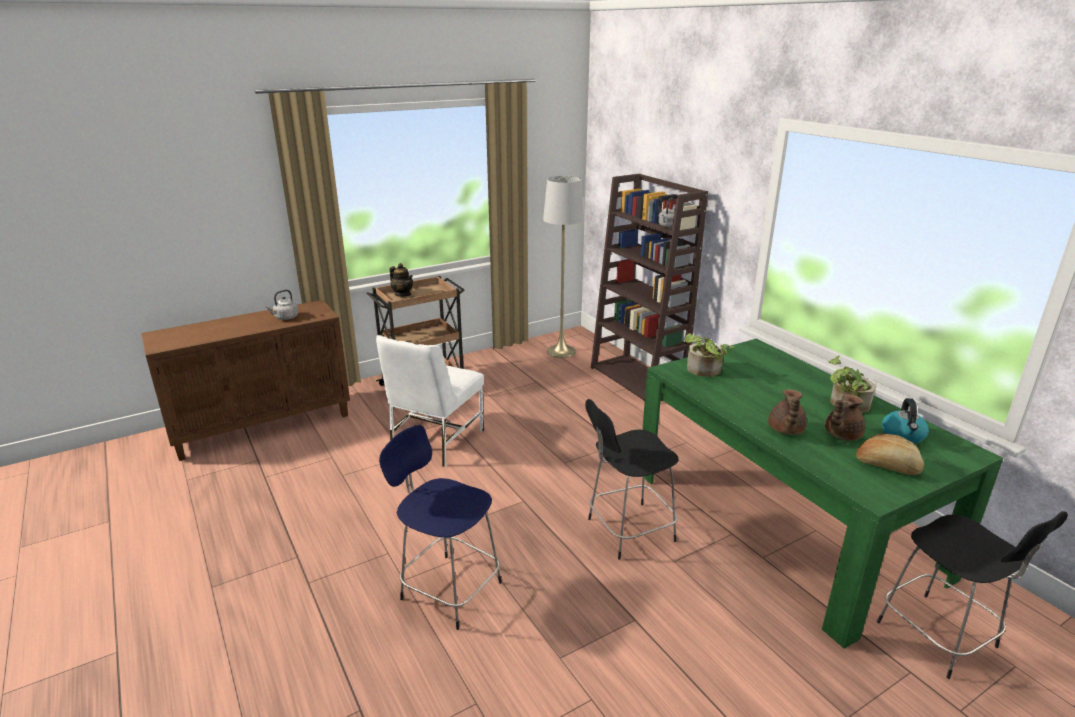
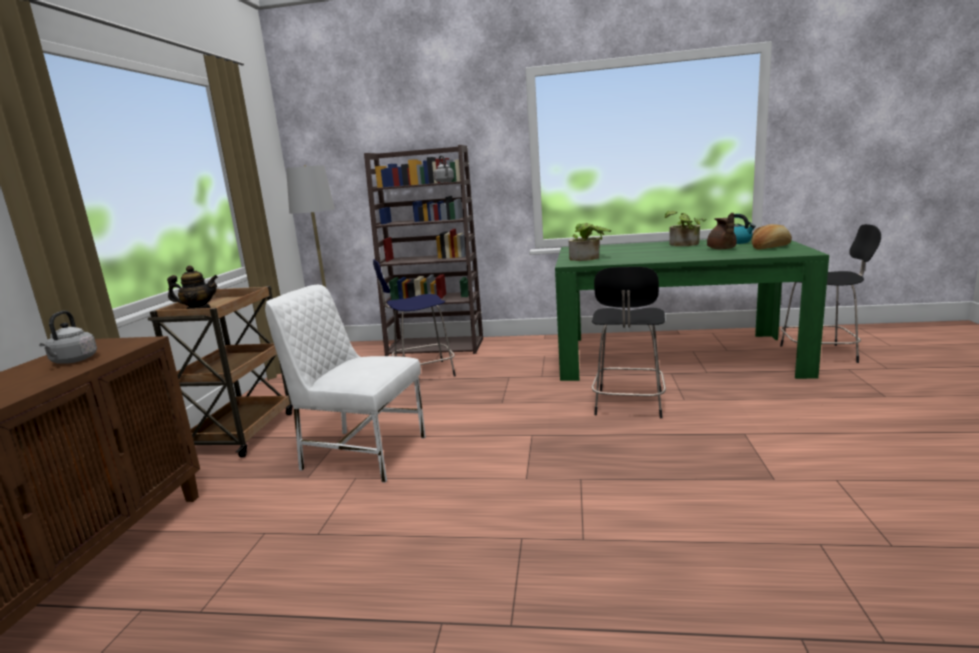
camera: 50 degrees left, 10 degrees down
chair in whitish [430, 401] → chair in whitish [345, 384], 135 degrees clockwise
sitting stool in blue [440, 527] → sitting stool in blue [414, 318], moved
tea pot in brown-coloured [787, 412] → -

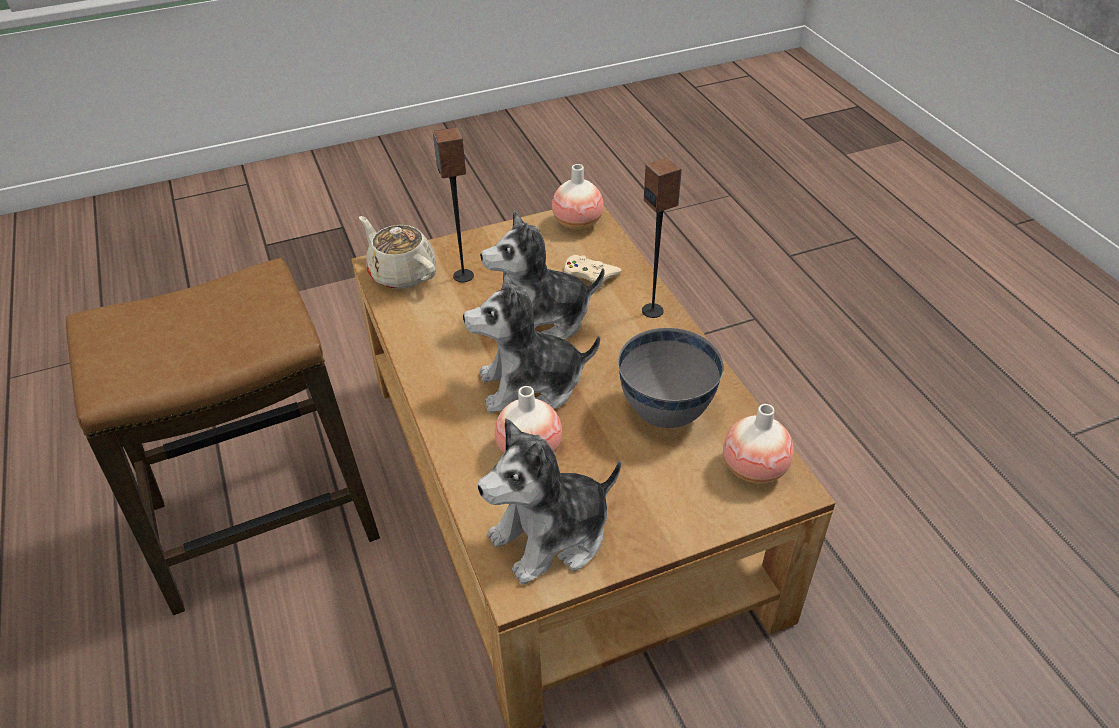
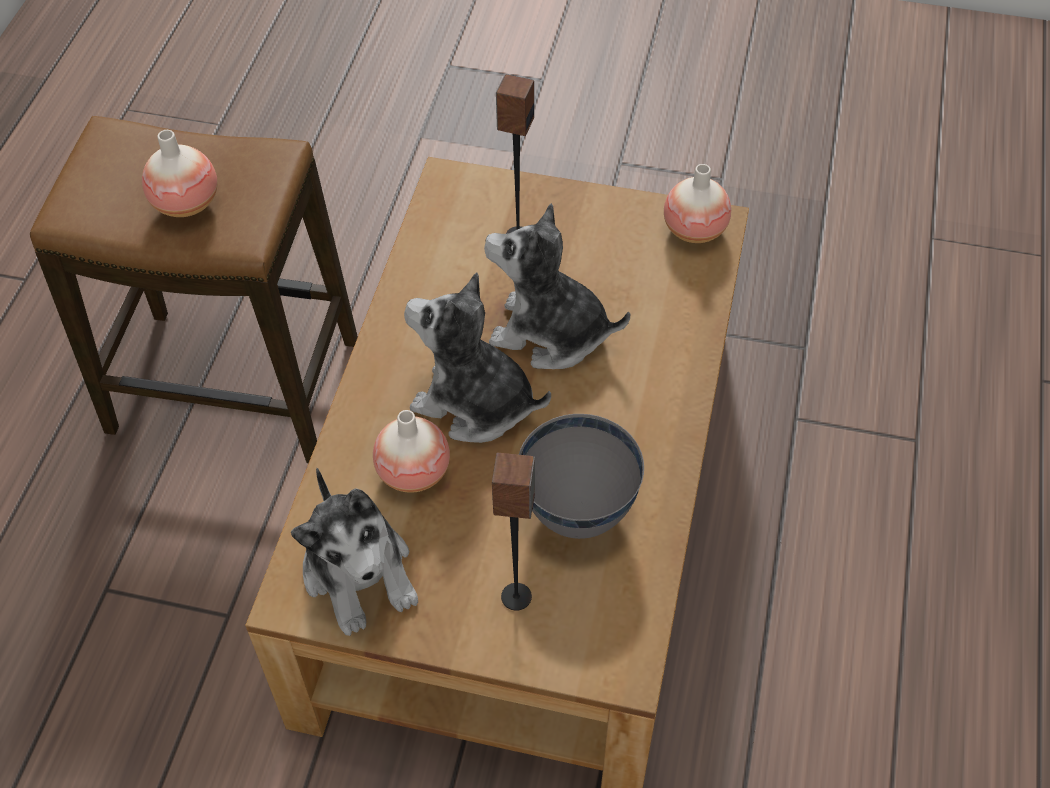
camera: 35 degrees right, 10 degrees up
tea pot in beige [397, 252] → -
plush toy [549, 502] → plush toy [354, 552], 120 degrees counterclockwise
gamepad in beige [593, 273] → -
loudspeaker [662, 238] → loudspeaker [513, 532], moved
decorative vase [758, 444] → decorative vase [180, 173], moved

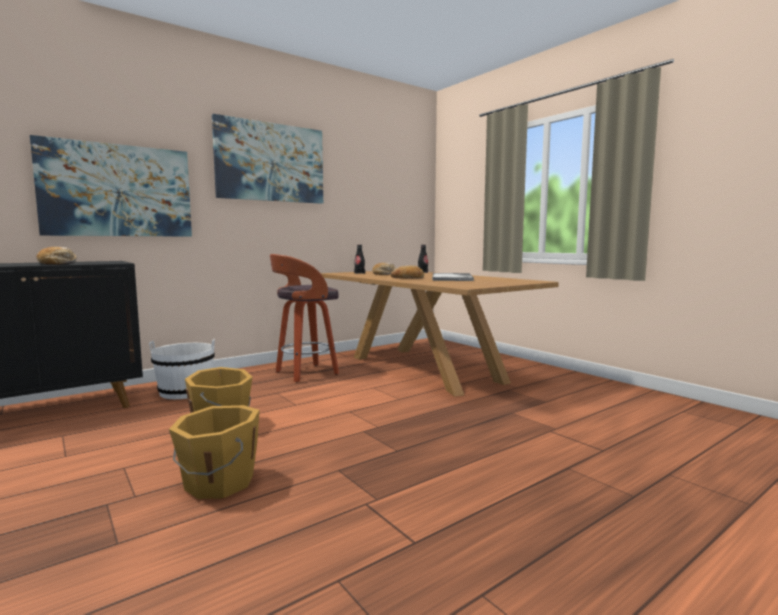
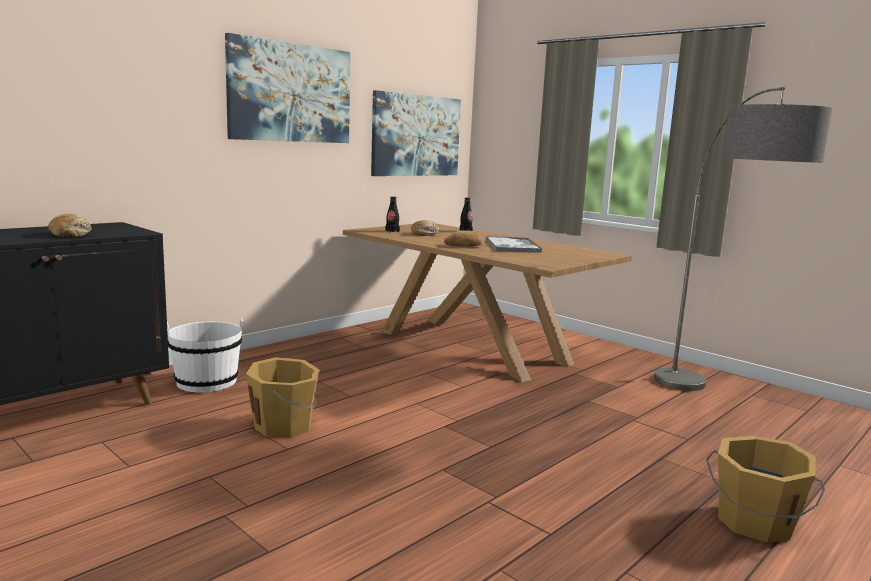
camera: 10 degrees left, 5 degrees up
wall picture [111, 186] → wall picture [416, 133], moved
pail in orange-coloured [214, 452] → pail in orange-coloured [765, 489], moved
sitting stool [304, 318] → -
- → floor lamp [743, 239]

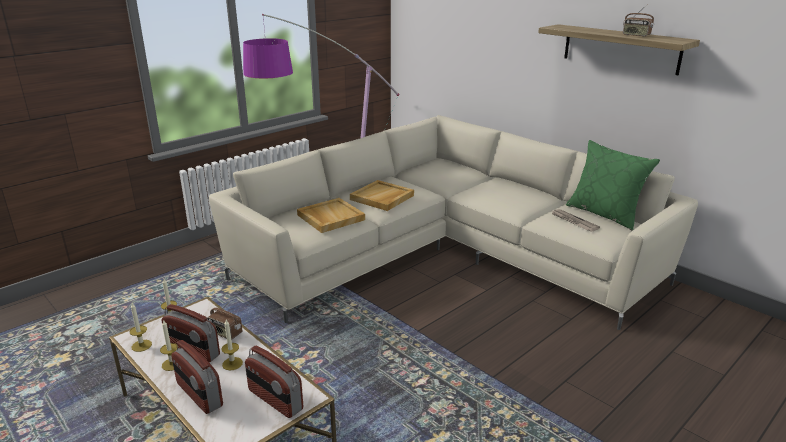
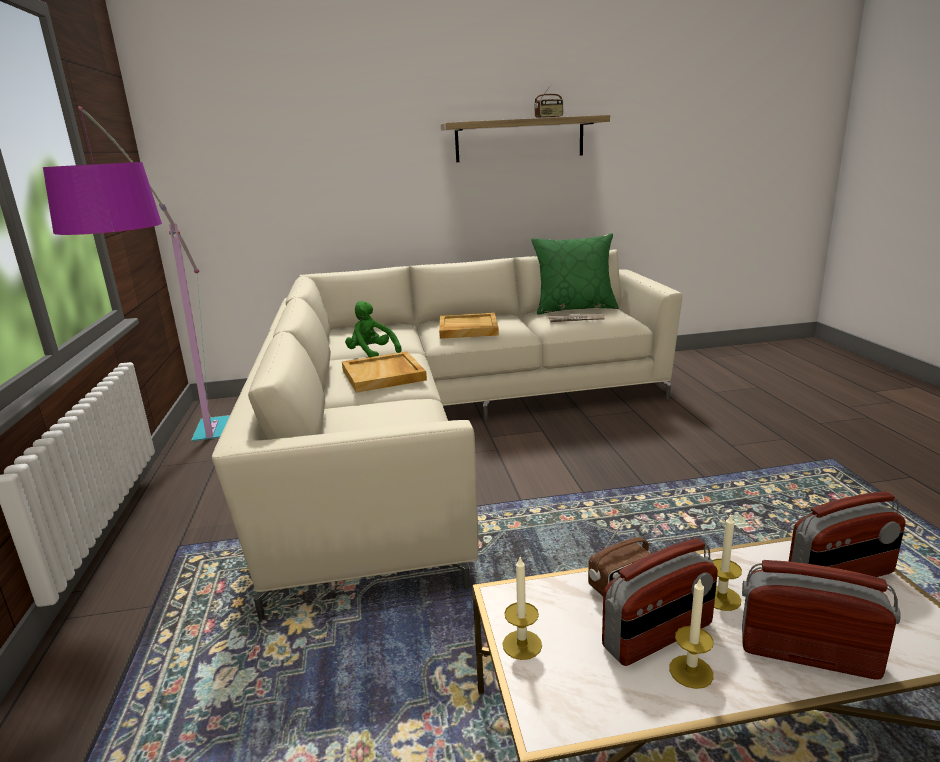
camera: 55 degrees left, 5 degrees down
wax candle [141, 327] → -
radio [197, 377] → radio [821, 620], 150 degrees counterclockwise
serving tray in beige [331, 215] → serving tray in beige [469, 326], moved
- → plush toy in green [373, 329]

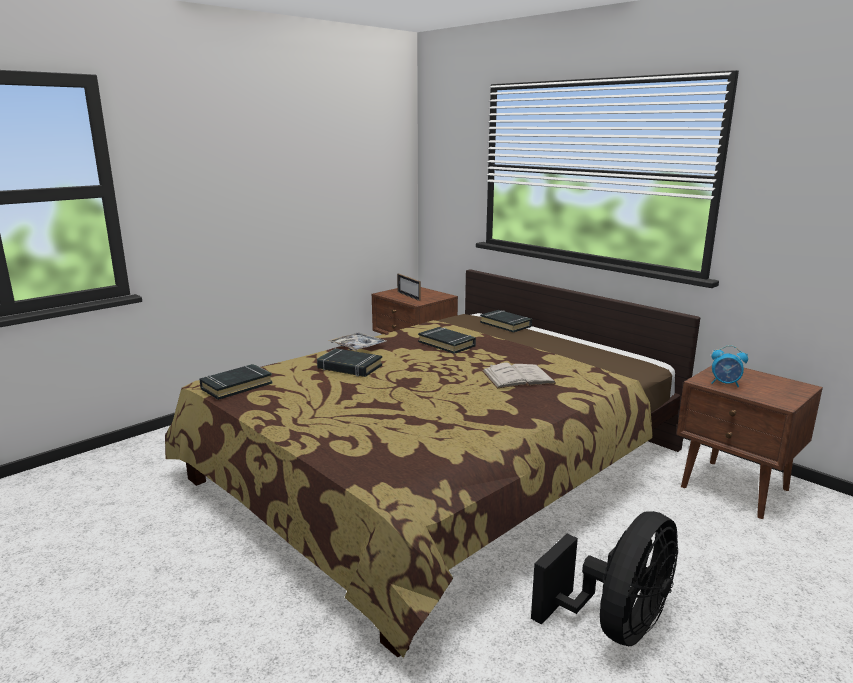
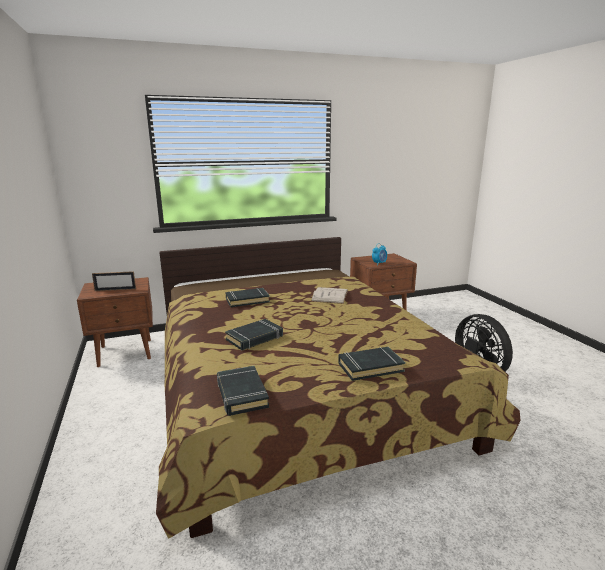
camera: 65 degrees left, 0 degrees up
serving tray [357, 342] → -
volume in black [506, 321] → volume in black [371, 364], moved

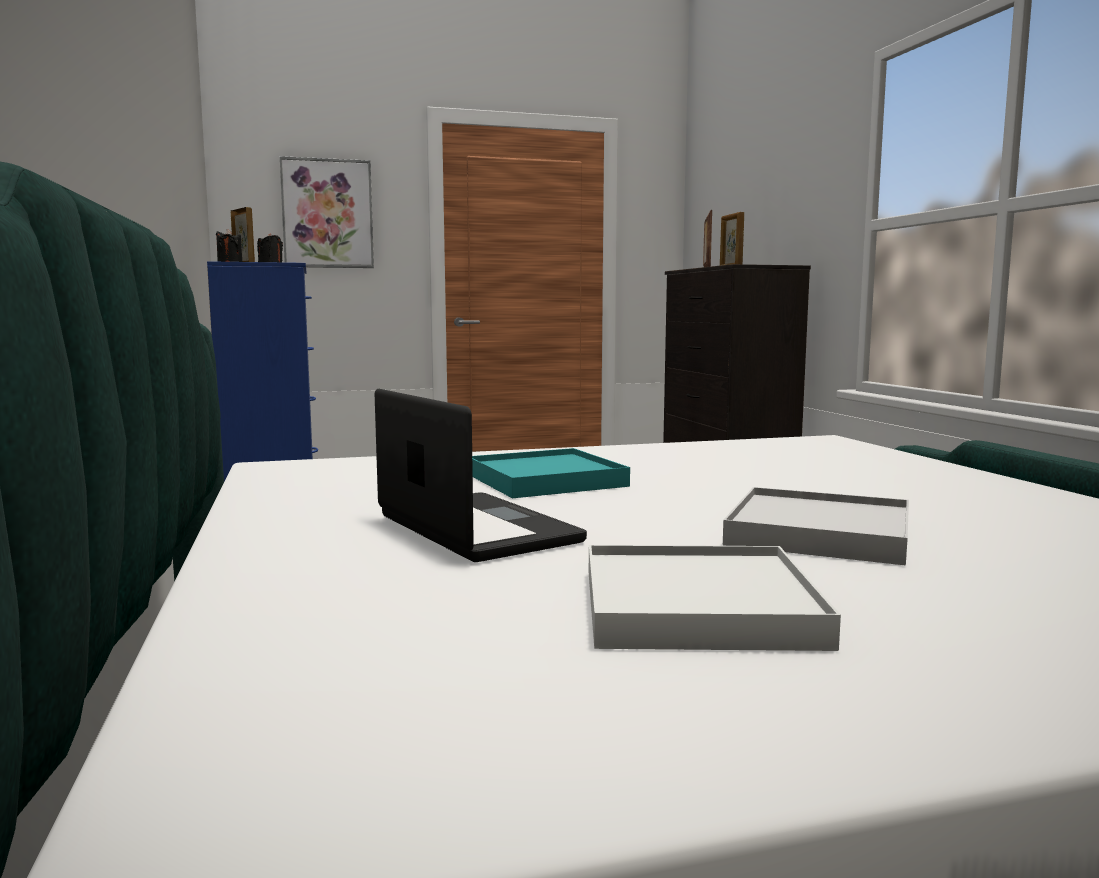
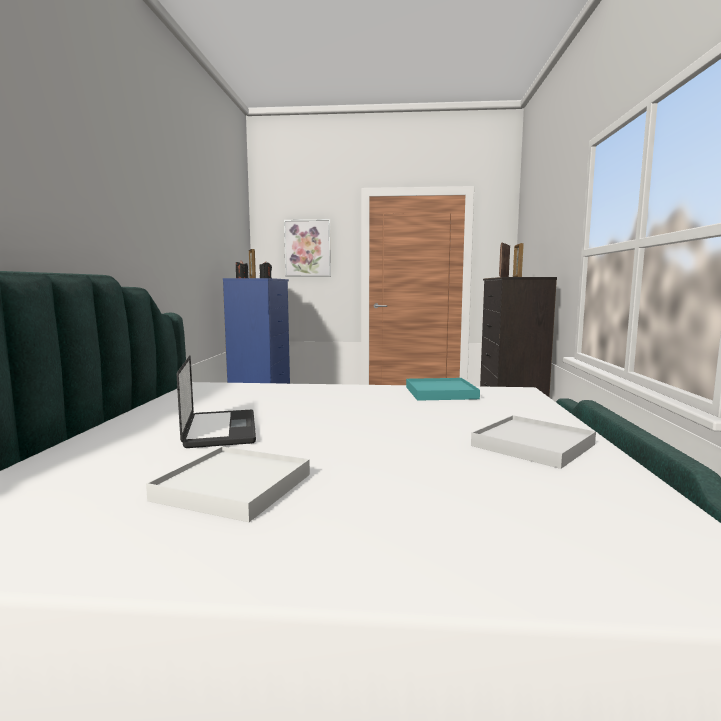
camera: 20 degrees right, 0 degrees up
serving tray in turquoise-coloured [551, 473] → serving tray in turquoise-coloured [443, 389], moved
serving tray in whitish [816, 526] → serving tray in whitish [533, 442], moved

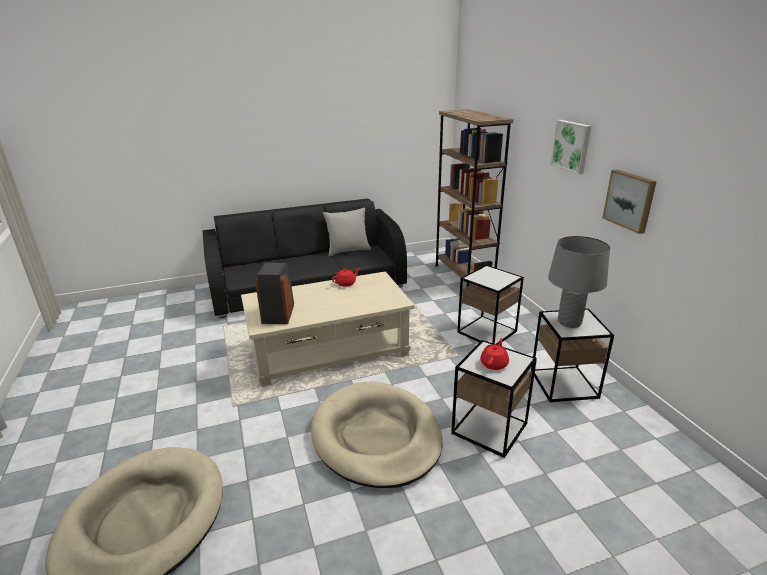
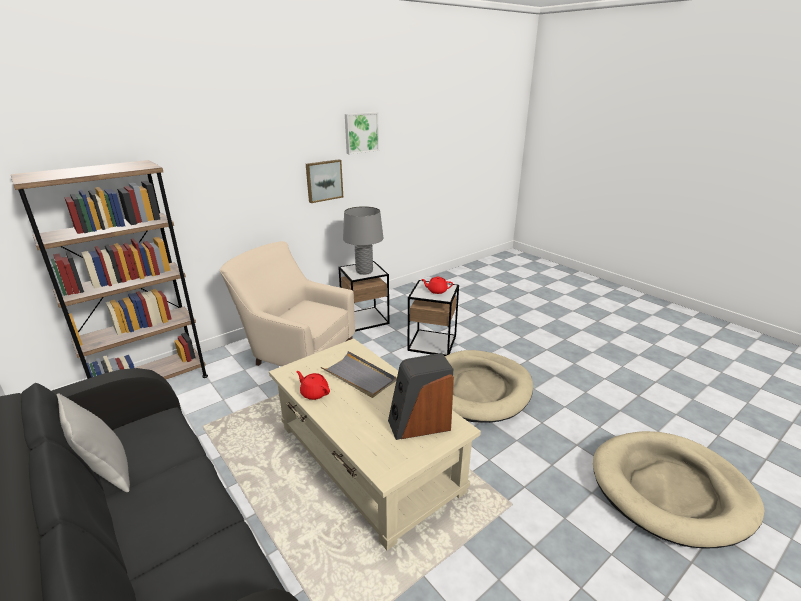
camera: 110 degrees left, 0 degrees up
side table [490, 305] → armchair in beige [287, 303]
wall picture [570, 147] → wall picture [362, 133], moved
- → serving tray in grey [358, 374]

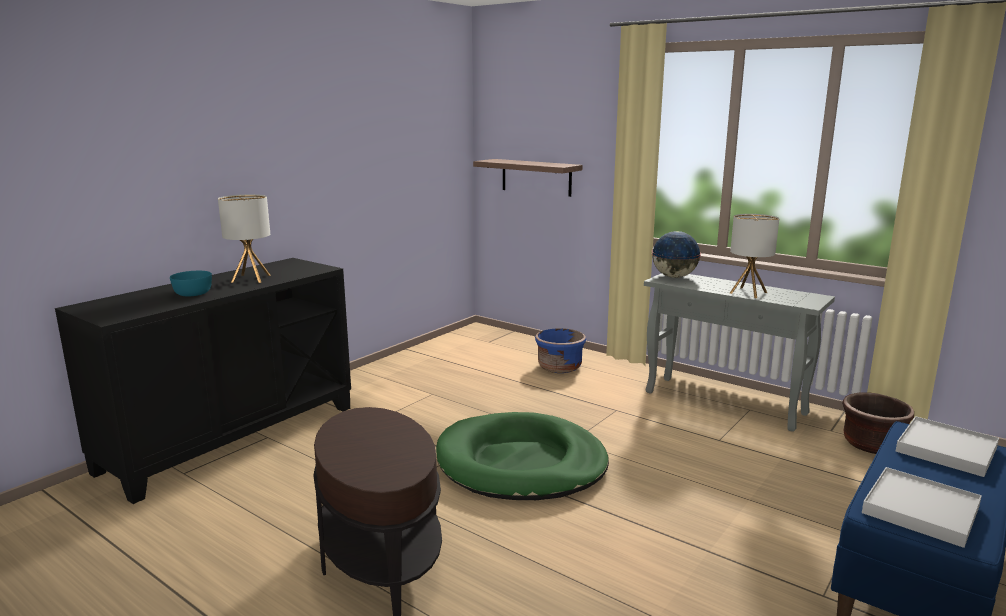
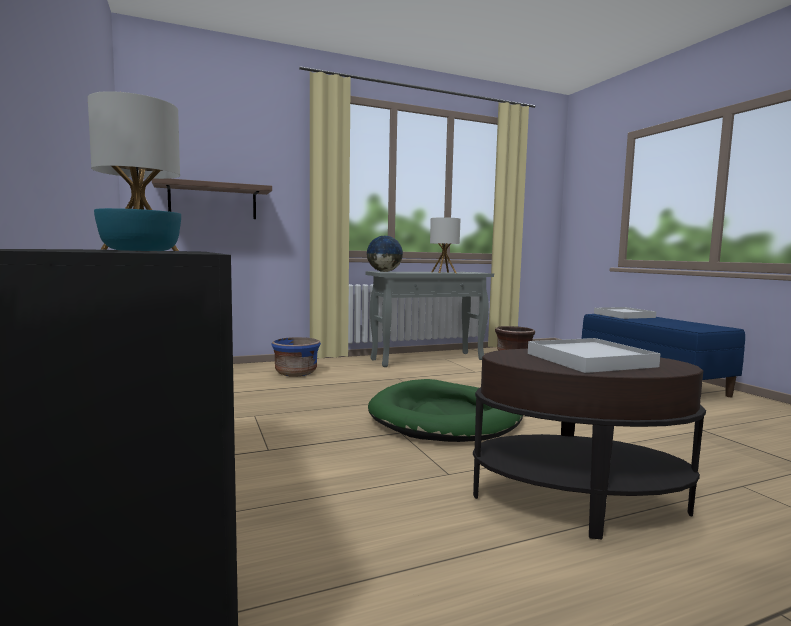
camera: 60 degrees left, 10 degrees down
serving tray in whitish [922, 507] → serving tray in whitish [594, 355], moved

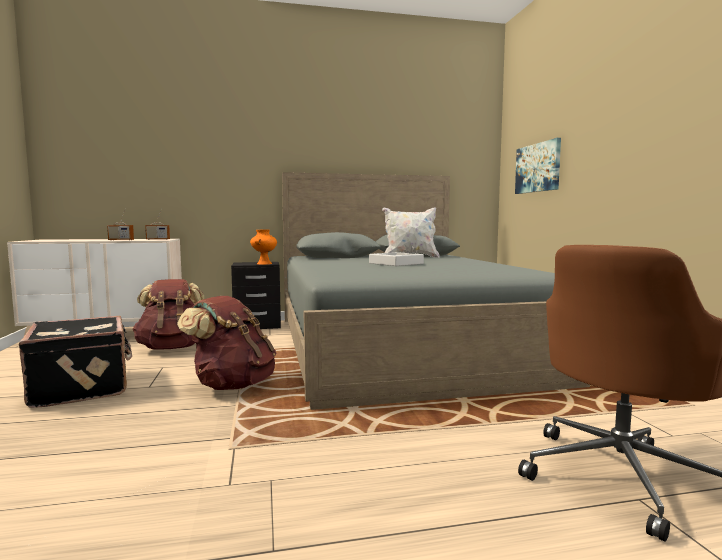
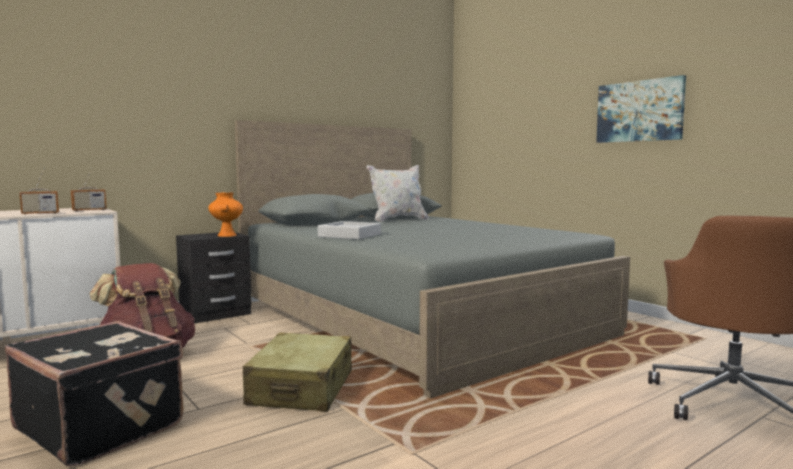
camera: 25 degrees left, 0 degrees up
rucksack in brown-coloured [226, 343] → travel case in beige [297, 372]
serving tray in grey [396, 259] → serving tray in grey [349, 230], moved
wall picture [538, 166] → wall picture [641, 109], moved

